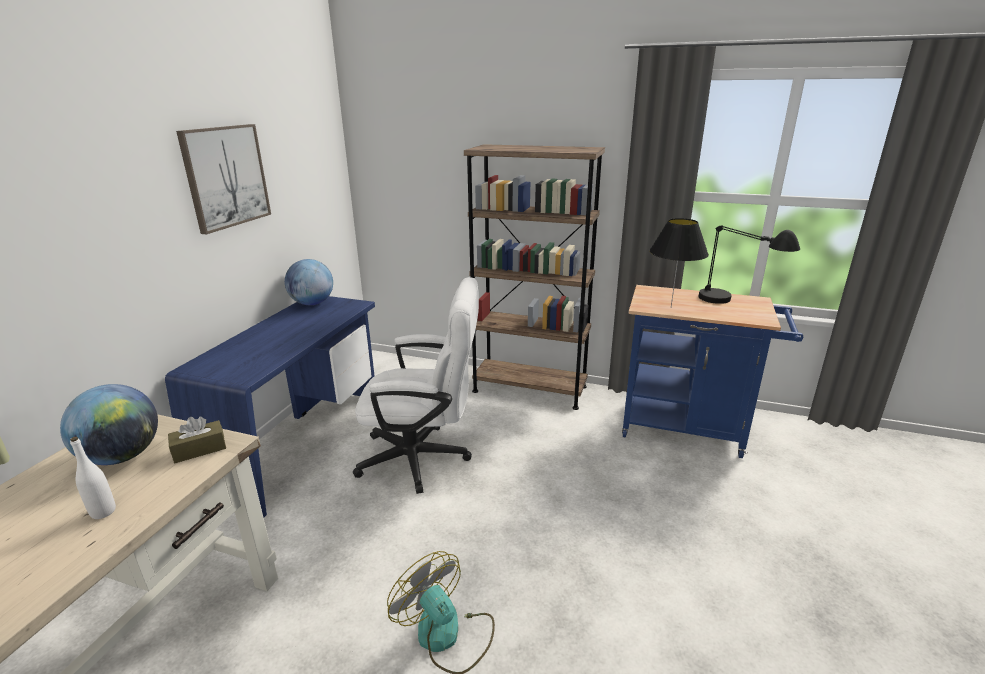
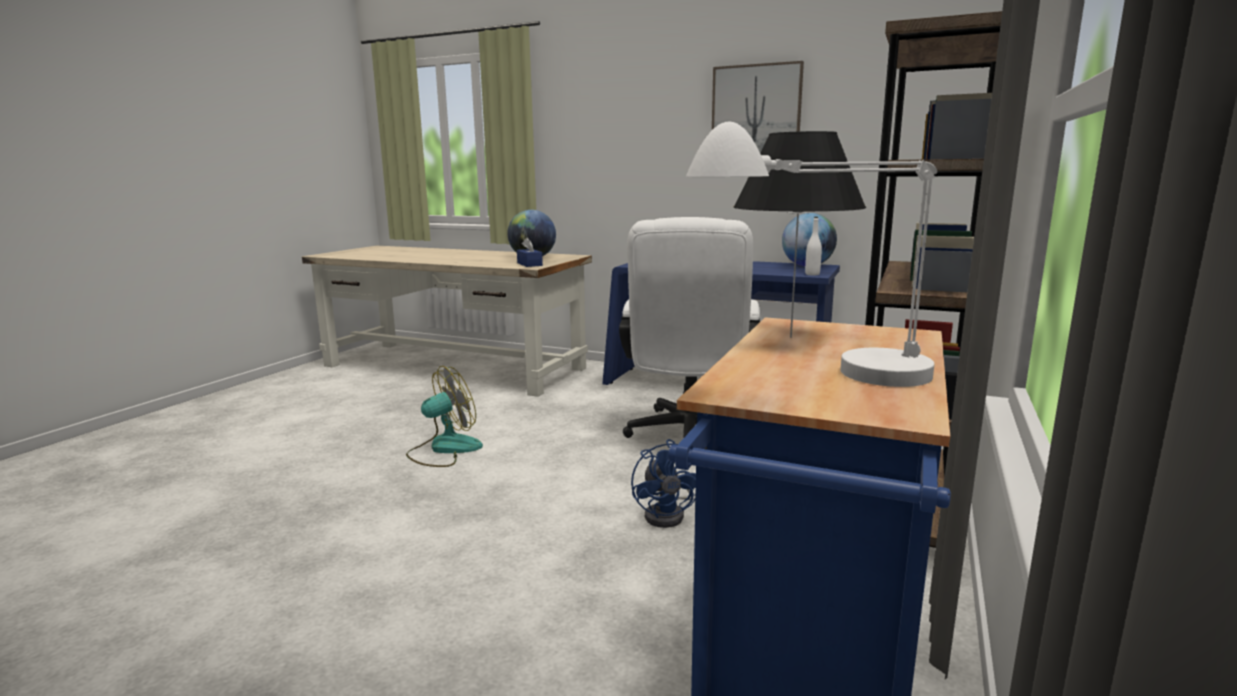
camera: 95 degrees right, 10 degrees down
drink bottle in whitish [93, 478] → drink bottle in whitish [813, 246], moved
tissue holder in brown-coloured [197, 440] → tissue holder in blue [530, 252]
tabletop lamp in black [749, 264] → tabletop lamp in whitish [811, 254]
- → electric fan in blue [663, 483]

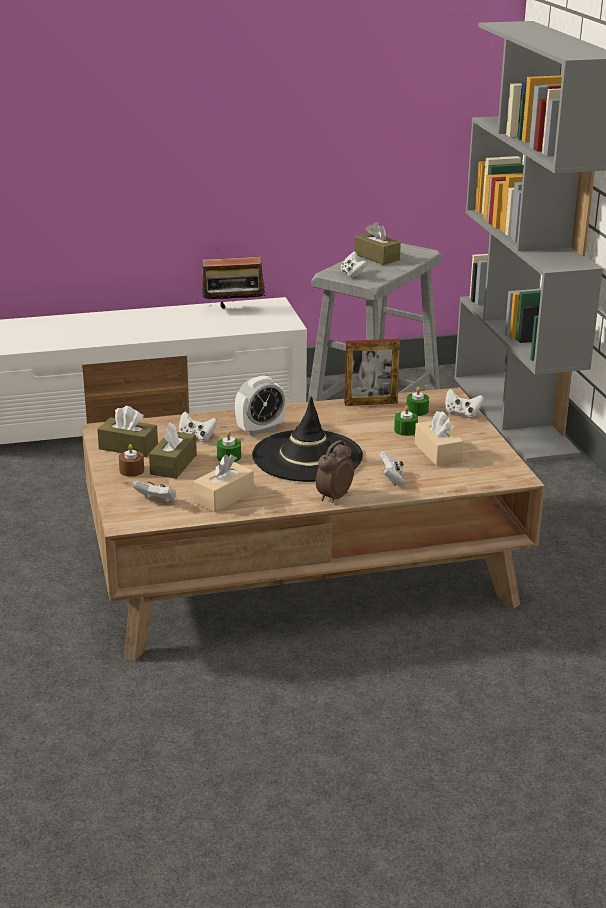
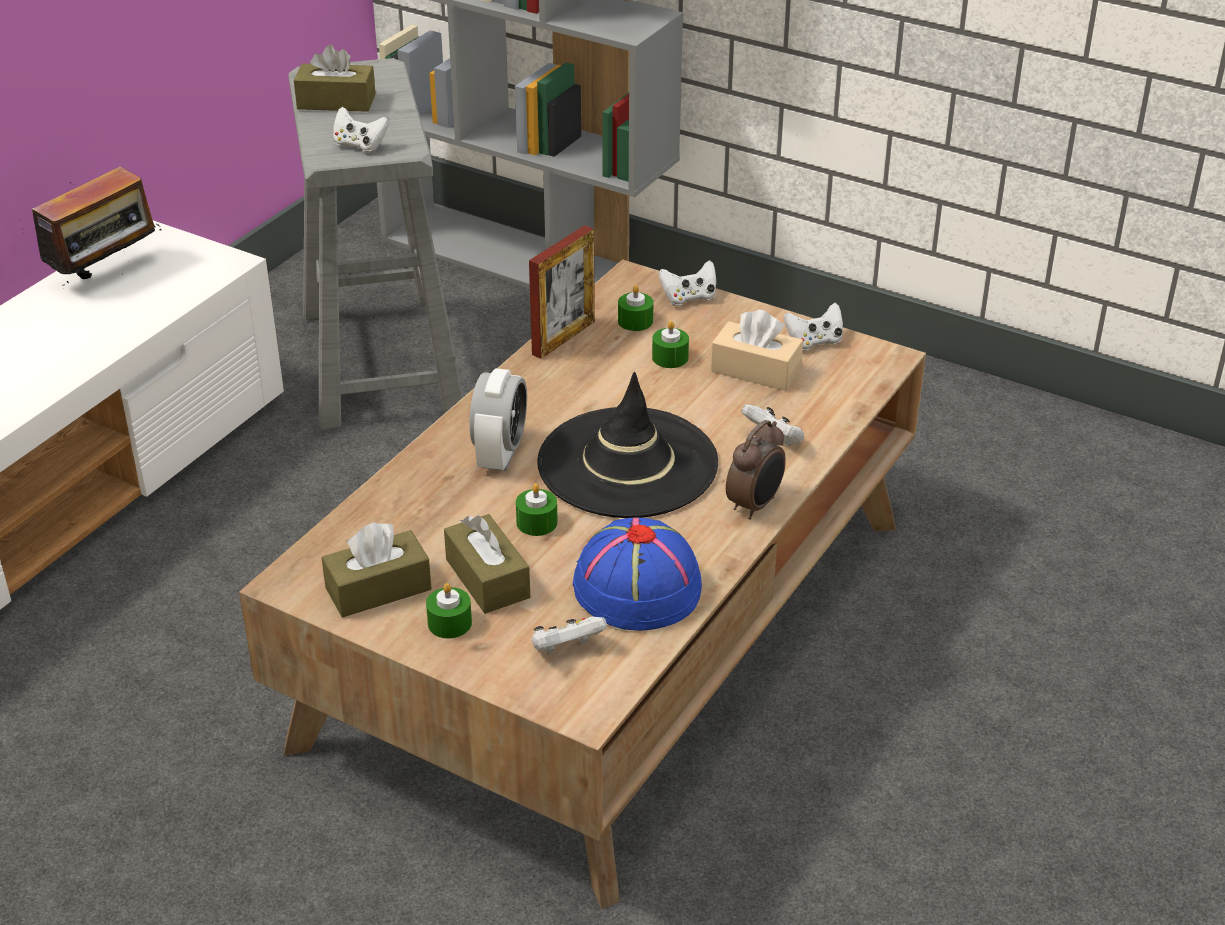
camera: 45 degrees left, 10 degrees up
wax candle in brown-coloured [131, 460] → wax candle in green [449, 611]
gamepad in whitish [198, 427] → gamepad in whitish [813, 327], moved
tissue holder in beige [223, 483] → wearable hat in blue [637, 574]
alarm clock [335, 471] → alarm clock [756, 470], 135 degrees counterclockwise

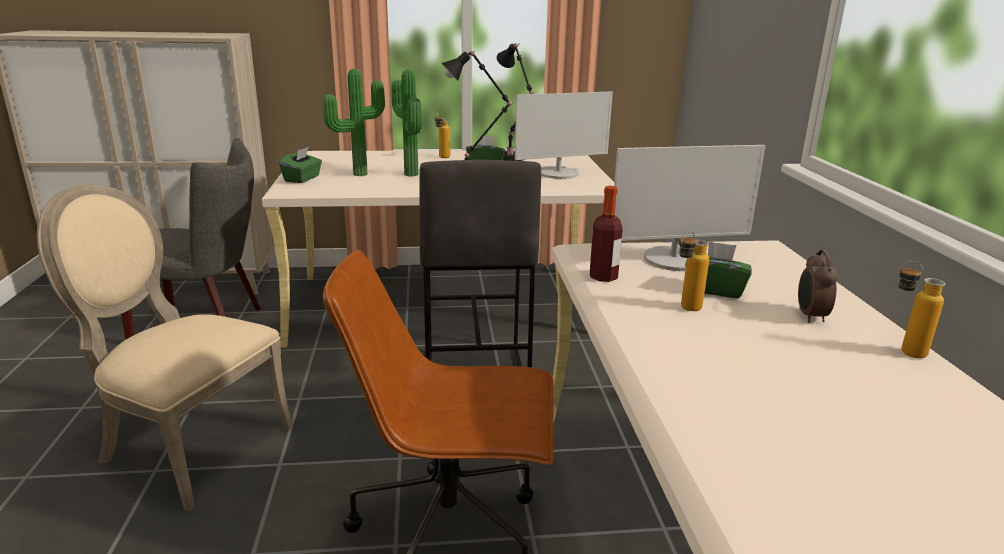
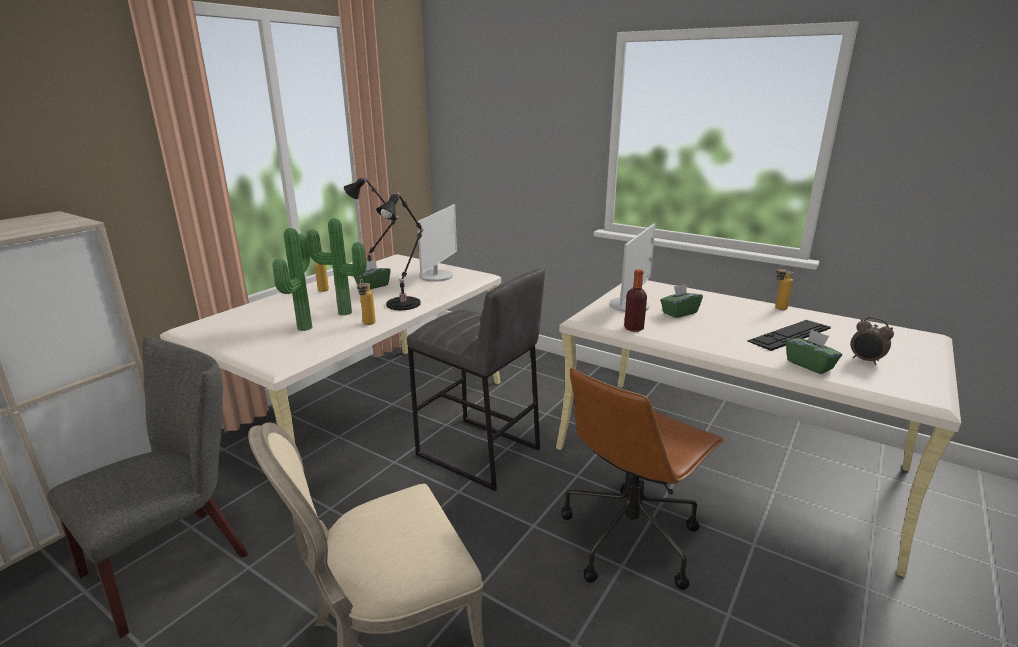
camera: 50 degrees left, 0 degrees up
tissue holder in green [300, 165] → tissue holder in green [814, 351], moved
drink bottle [694, 270] → drink bottle [366, 302], moved
alarm clock [818, 286] → alarm clock [872, 341], moved
- → keyboard [789, 335]

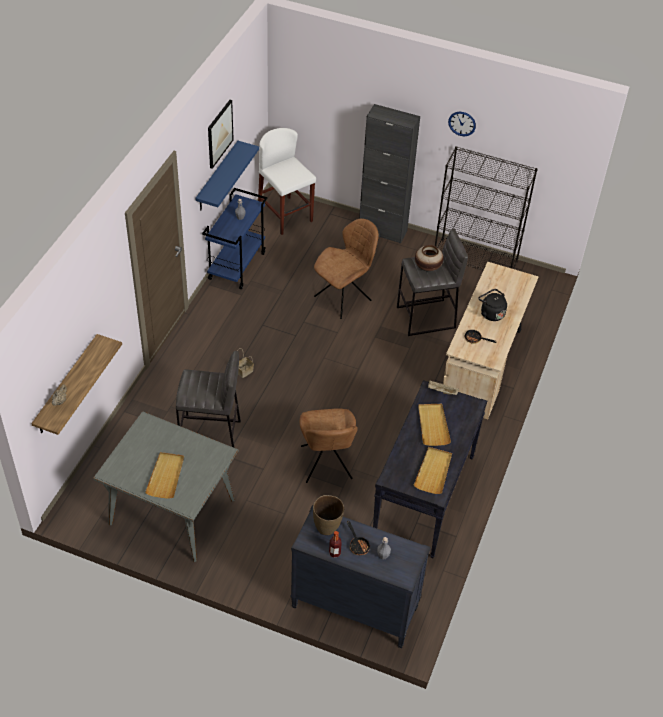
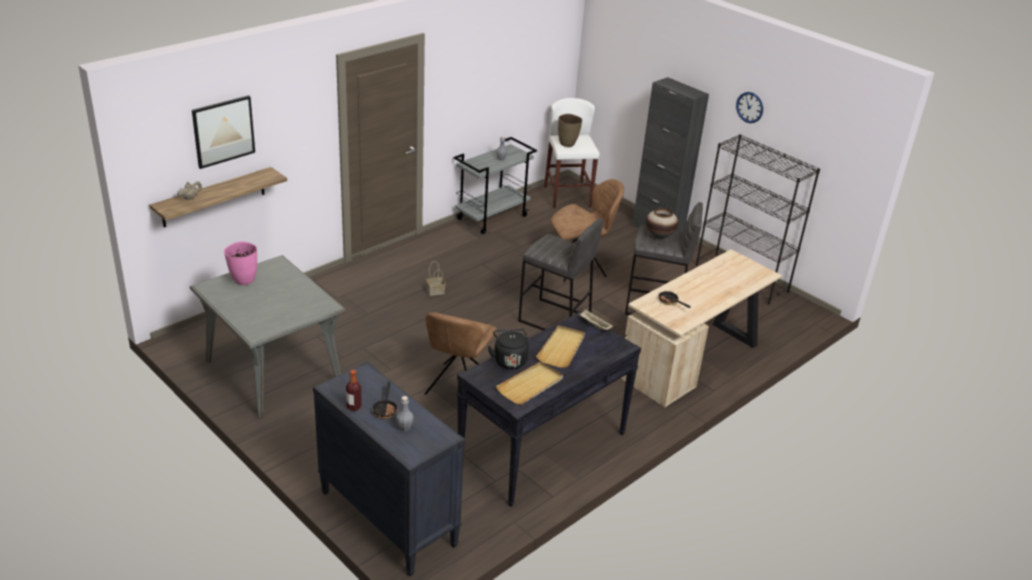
camera: 25 degrees right, 15 degrees down
serving tray in beige [164, 475] → -
sitting stool in grey [208, 399] → sitting stool in grey [560, 274], moved
bracket shelf in blue [227, 175] → -
wheeled cart in blue [234, 238] → wheeled cart in grey [495, 185]
wall picture [221, 134] → wall picture [223, 132], moved
decorative vase in brown-coloured [328, 515] → decorative vase in brown-coloured [570, 130], moved
kettle in black [492, 305] → kettle in black [508, 349], moved
- → decorative vase in pink-coloured [240, 263]

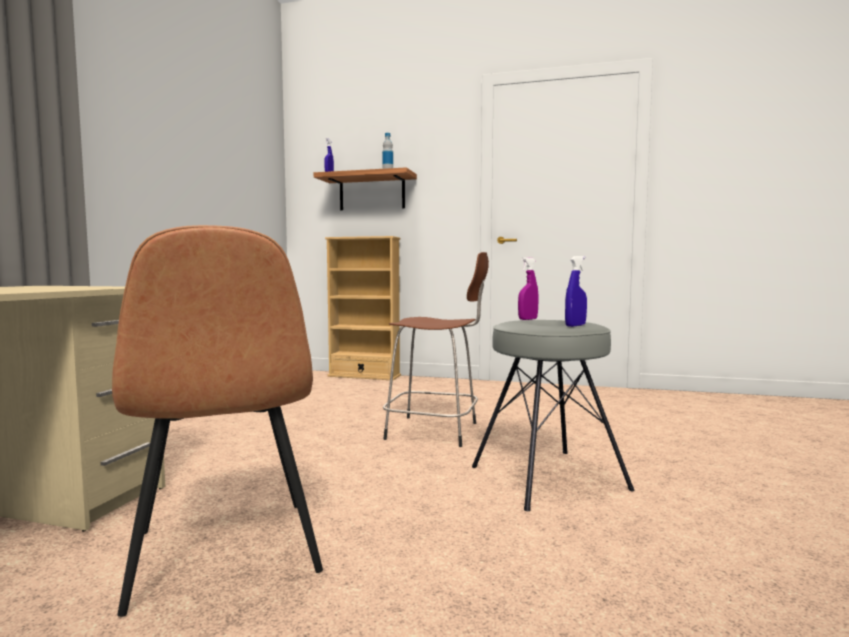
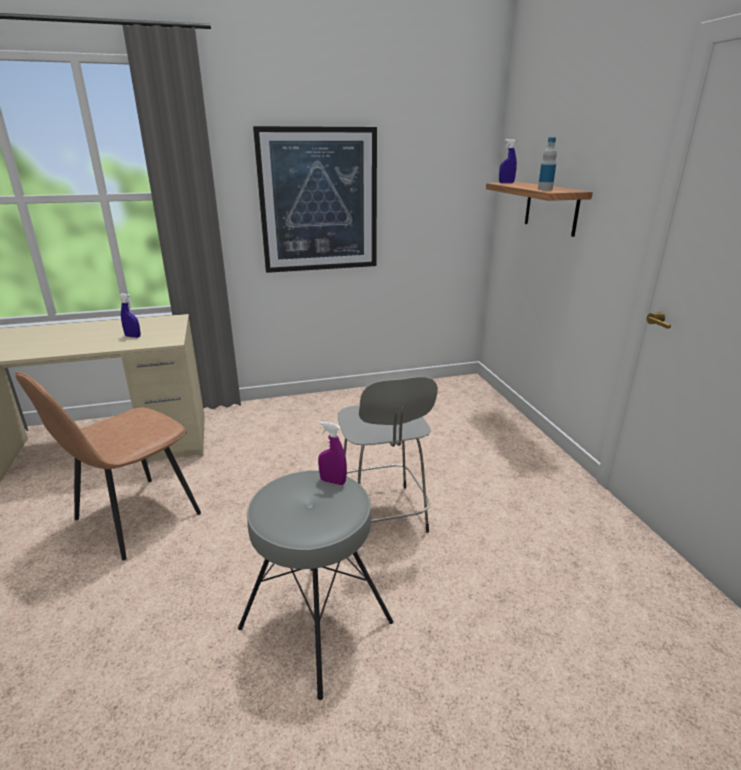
camera: 60 degrees right, 20 degrees up
bookcase in beige [363, 308] → -
sitting stool in brown-coloured [436, 349] → sitting stool in grey [388, 455]
hand sprayer in blue [576, 291] → hand sprayer in blue [130, 315], moved
- → wall picture [315, 199]

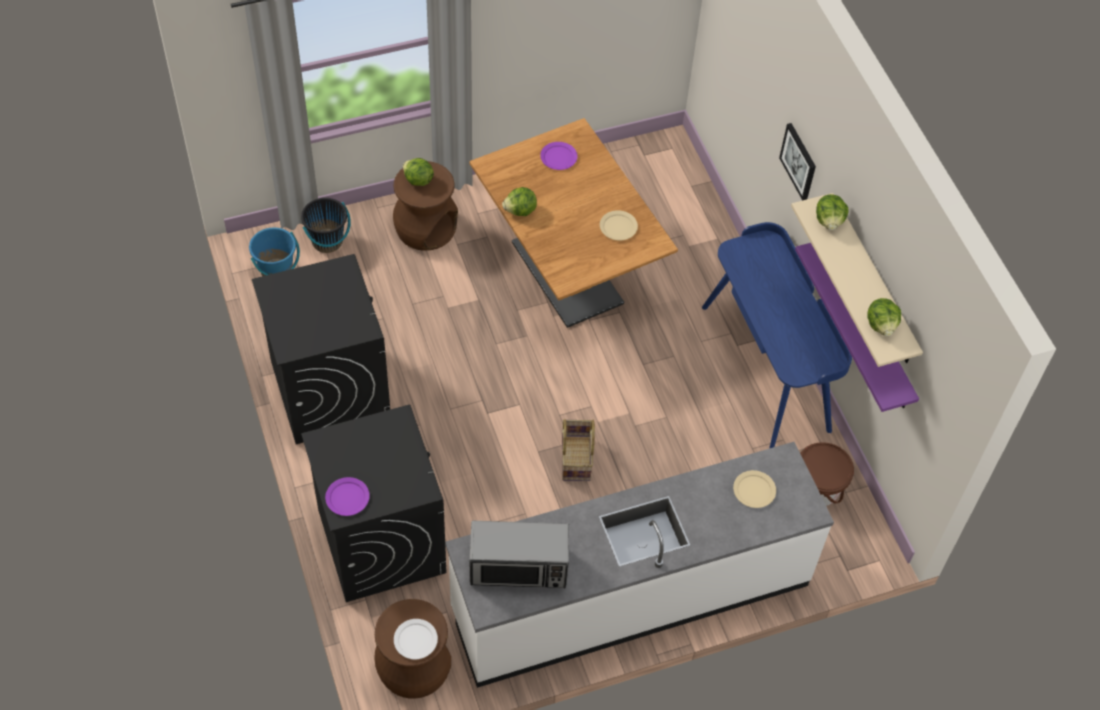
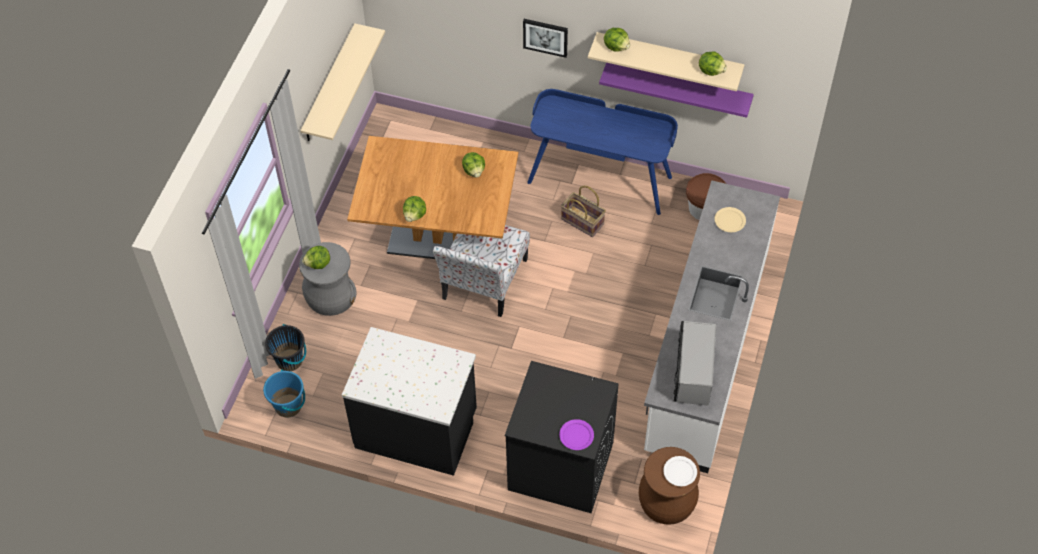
camera: 50 degrees left, 0 degrees up
laundry machine in black [321, 349] → kitchen counter in black [409, 401]
sitting stool in brown-coloured [425, 206] → sitting stool in grey [327, 279]
microwave [519, 555] → microwave [695, 363], 150 degrees clockwise
flat dish in purple-coloured [558, 156] → -
household basket [578, 450] → household basket [583, 211], moved
flat dish in beige [619, 225] → lettuce [473, 164]
- → bracket shelf in beige [342, 82]
- → chair [481, 271]

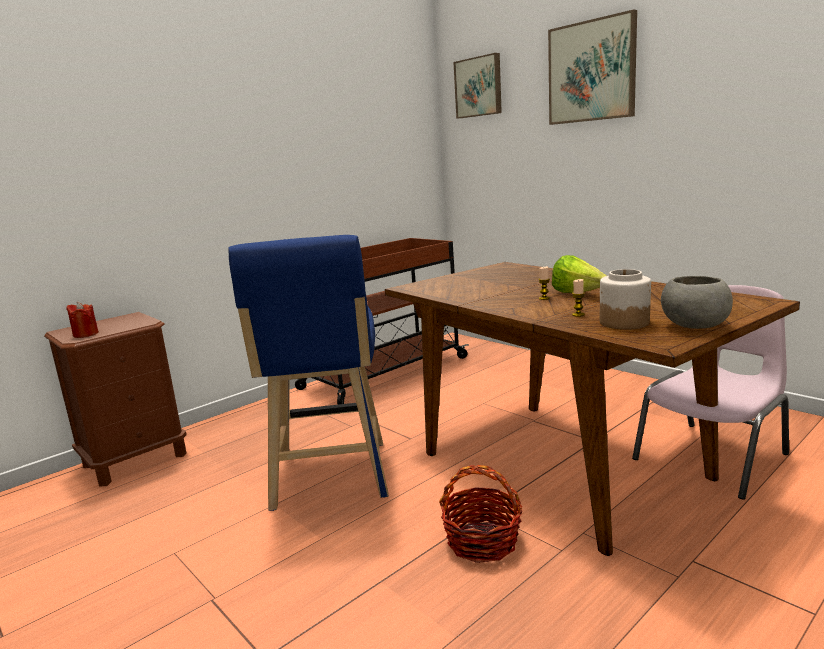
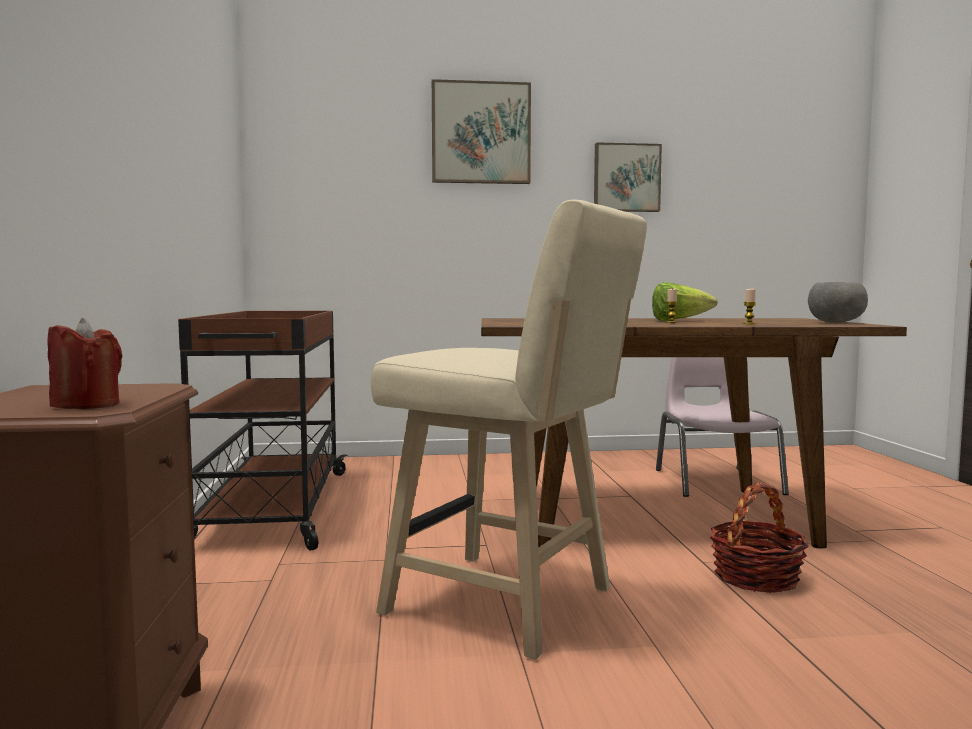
camera: 55 degrees left, 10 degrees down
sitting stool in blue [308, 373] → sitting stool in beige [509, 429]
wall picture [477, 85] → wall picture [628, 177], moved
preserve jar [625, 299] → -

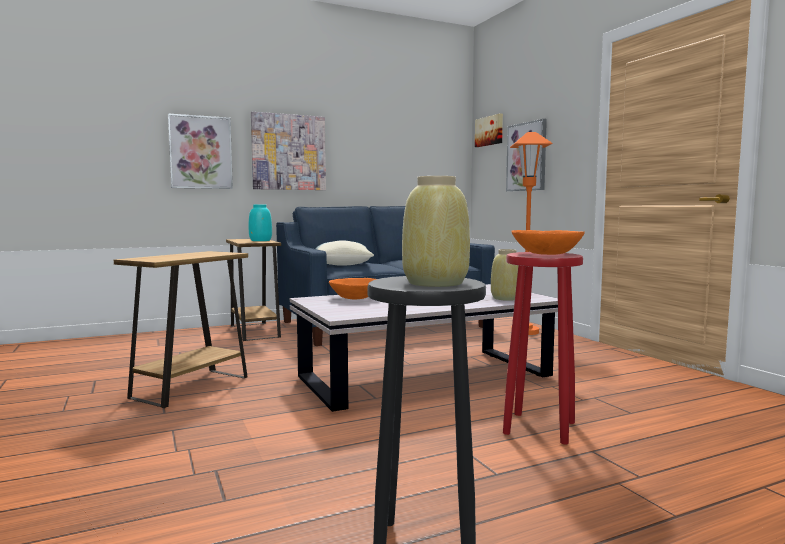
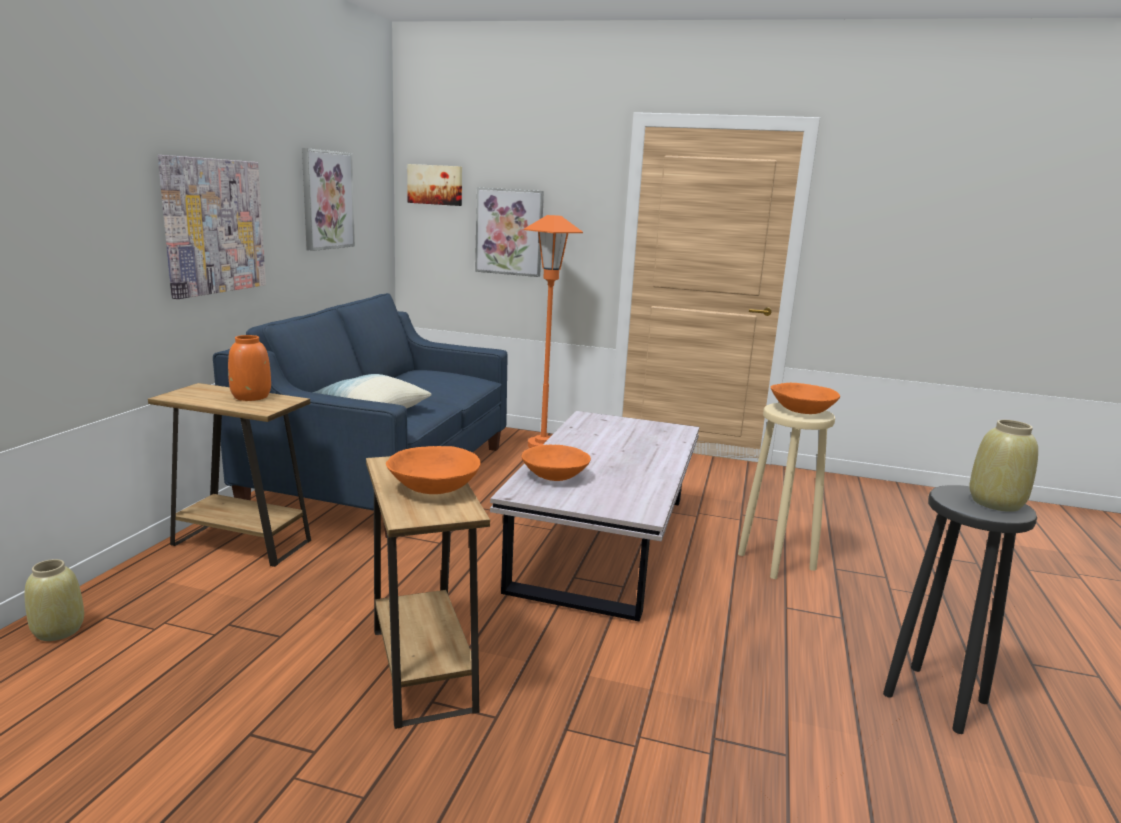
camera: 50 degrees left, 10 degrees up
wall picture [200, 151] → wall picture [328, 199], moved
decorative vase in turquoise-coloured [260, 223] → decorative vase in orange-coloured [249, 368]
decorative vase in beige [504, 275] → decorative vase in beige [54, 600], moved
sitting stool in red [543, 348] → sitting stool in beige [786, 491]
- → bowl in orange-coloured [433, 470]

